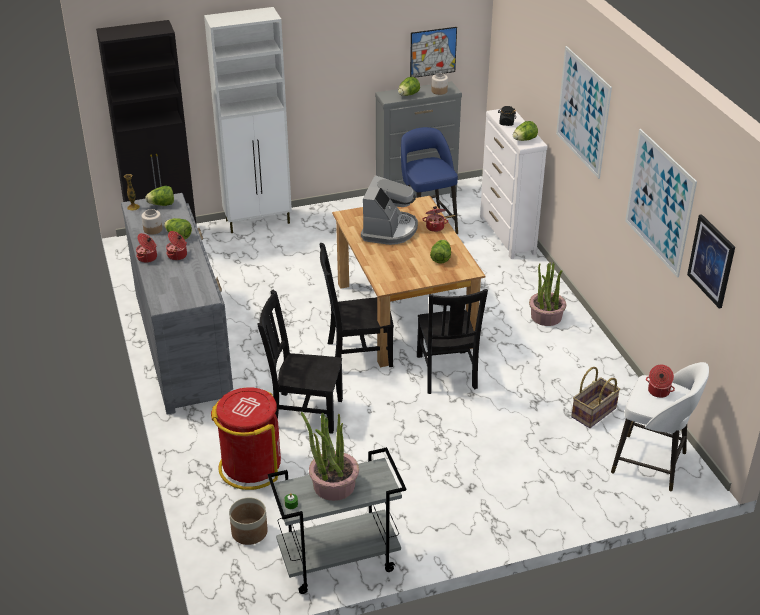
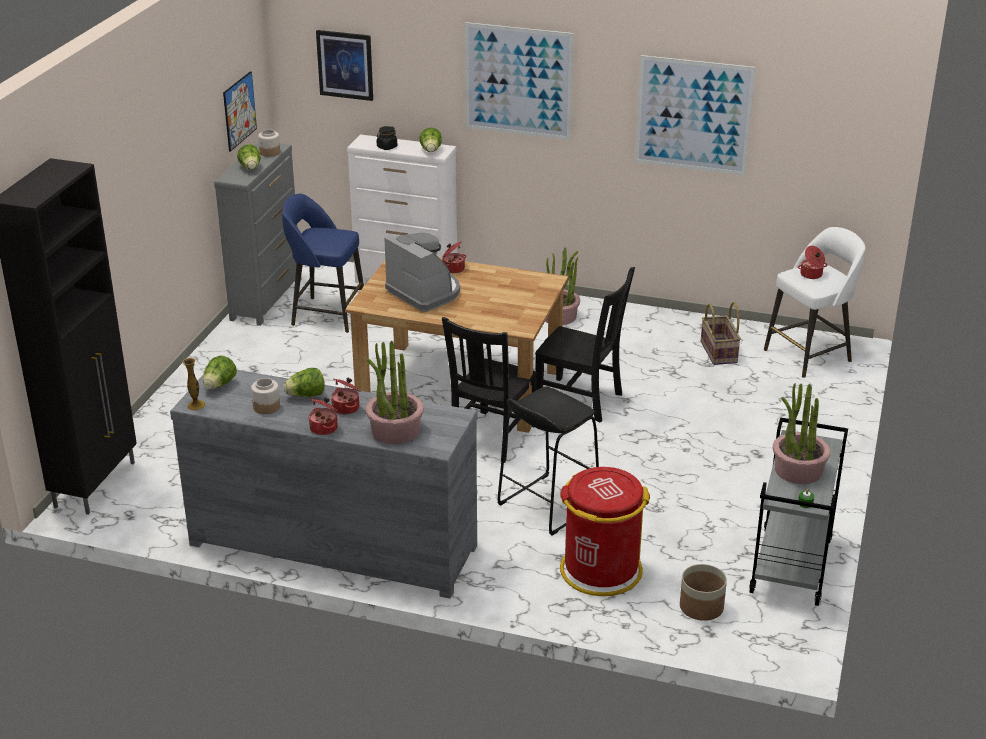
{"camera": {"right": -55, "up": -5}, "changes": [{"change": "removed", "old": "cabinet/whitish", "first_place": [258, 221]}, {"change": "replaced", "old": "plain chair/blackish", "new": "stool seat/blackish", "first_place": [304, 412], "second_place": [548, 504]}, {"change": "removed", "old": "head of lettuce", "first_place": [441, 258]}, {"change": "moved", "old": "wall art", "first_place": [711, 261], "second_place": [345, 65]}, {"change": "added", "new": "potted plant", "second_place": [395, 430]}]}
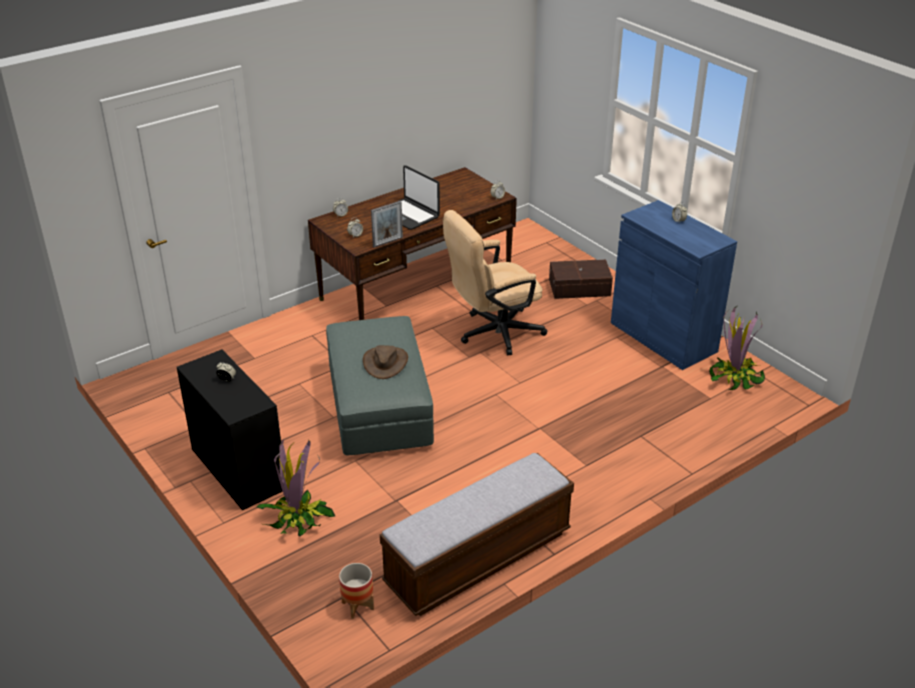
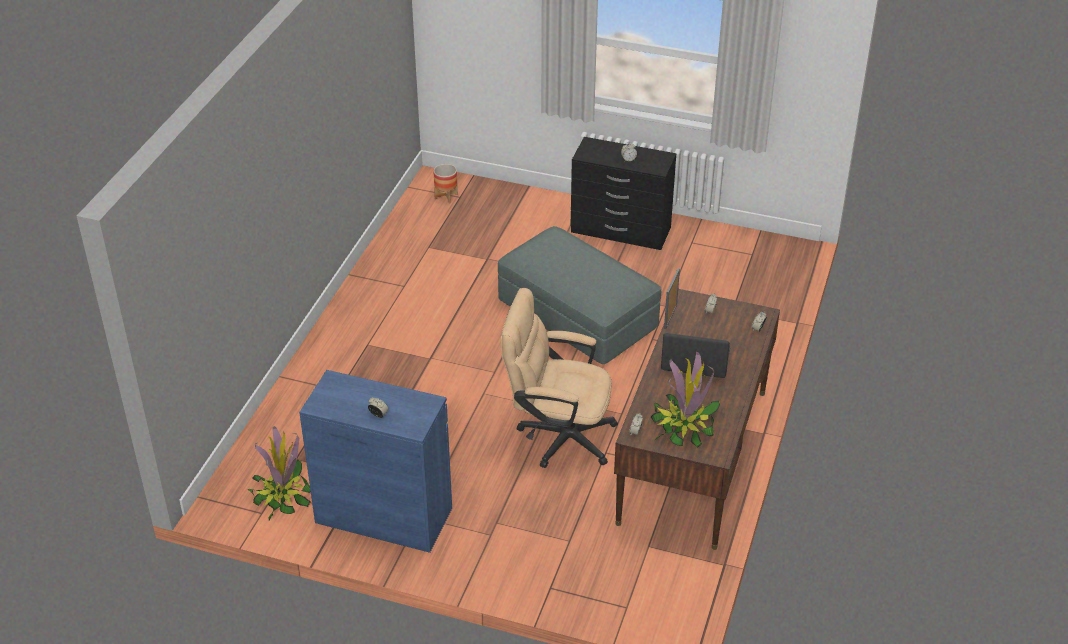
{"camera": {"right": 145, "up": 5}, "changes": [{"change": "moved", "old": "potted plant", "first_place": [297, 518], "second_place": [683, 426]}, {"change": "removed", "old": "wearable hat/brown", "first_place": [385, 363]}, {"change": "removed", "old": "indoor bench", "first_place": [478, 558]}, {"change": "turned", "old": "office chair/beige-coloured", "first_place": [493, 333], "second_place": [557, 435], "degrees": -105}, {"change": "removed", "old": "storage box/brown", "first_place": [580, 288]}]}
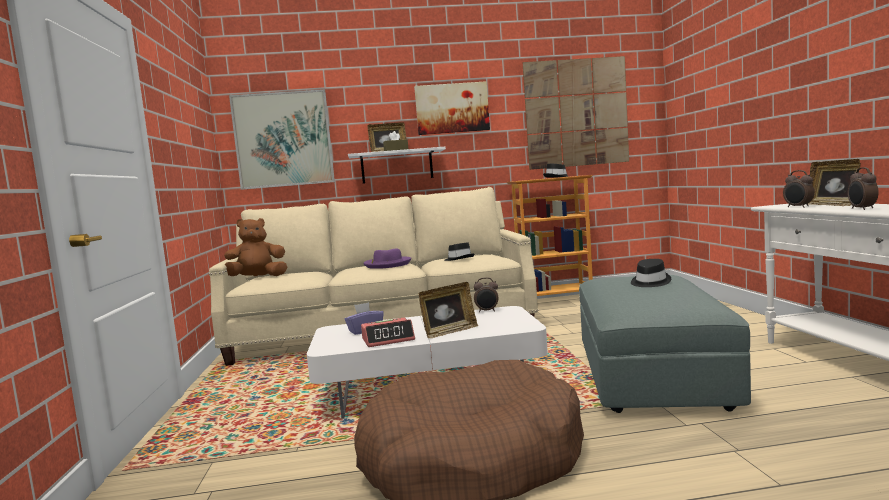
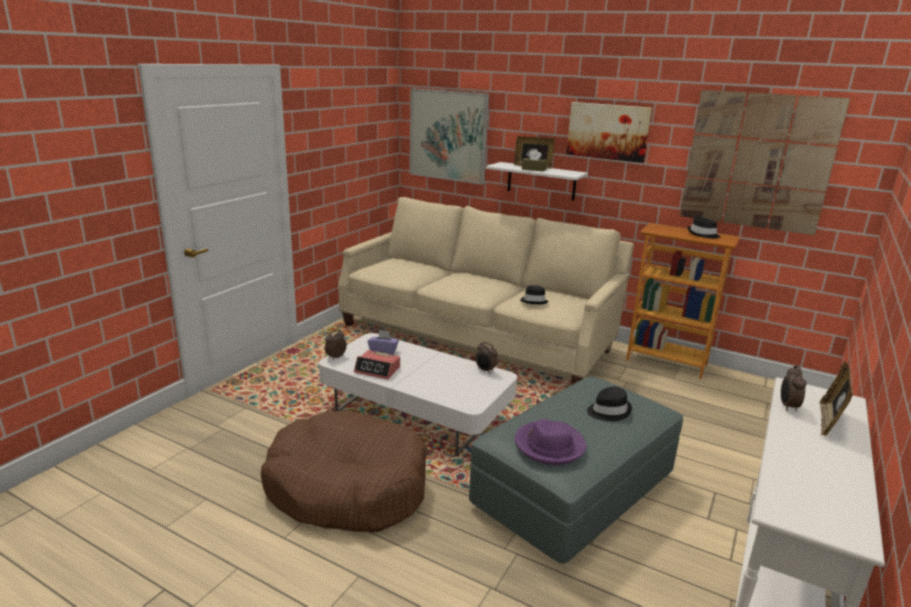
{"camera": {"right": 35, "up": 15}, "changes": [{"change": "removed", "old": "plush toy/brown", "first_place": [257, 278]}, {"change": "moved", "old": "wearable hat/purple-coloured", "first_place": [387, 265], "second_place": [549, 445]}, {"change": "removed", "old": "photo frame", "first_place": [449, 332]}, {"change": "moved", "old": "table clock", "first_place": [861, 209], "second_place": [335, 357]}]}
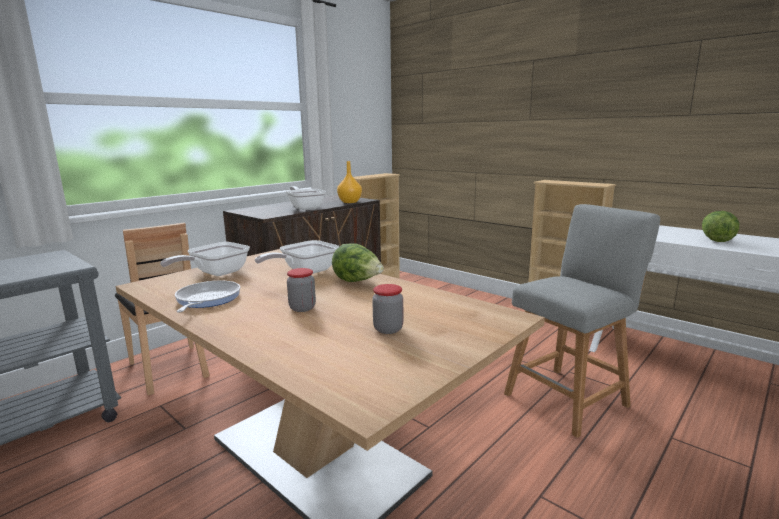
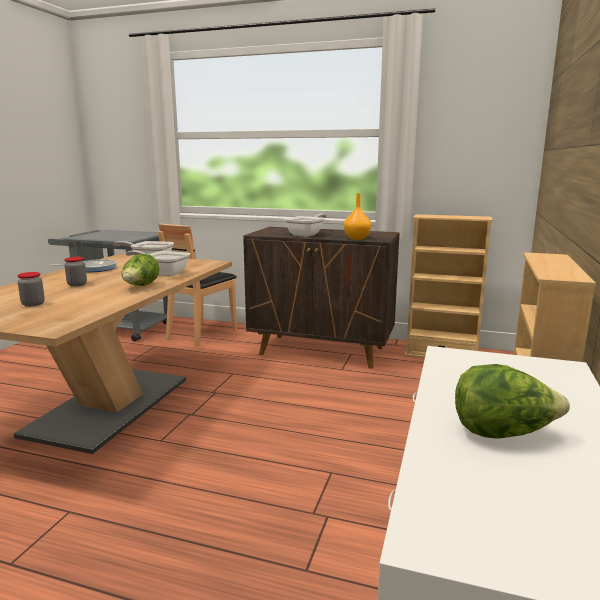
{"camera": {"right": 65, "up": 0}, "changes": [{"change": "removed", "old": "stool seat/greyish", "first_place": [569, 398]}]}
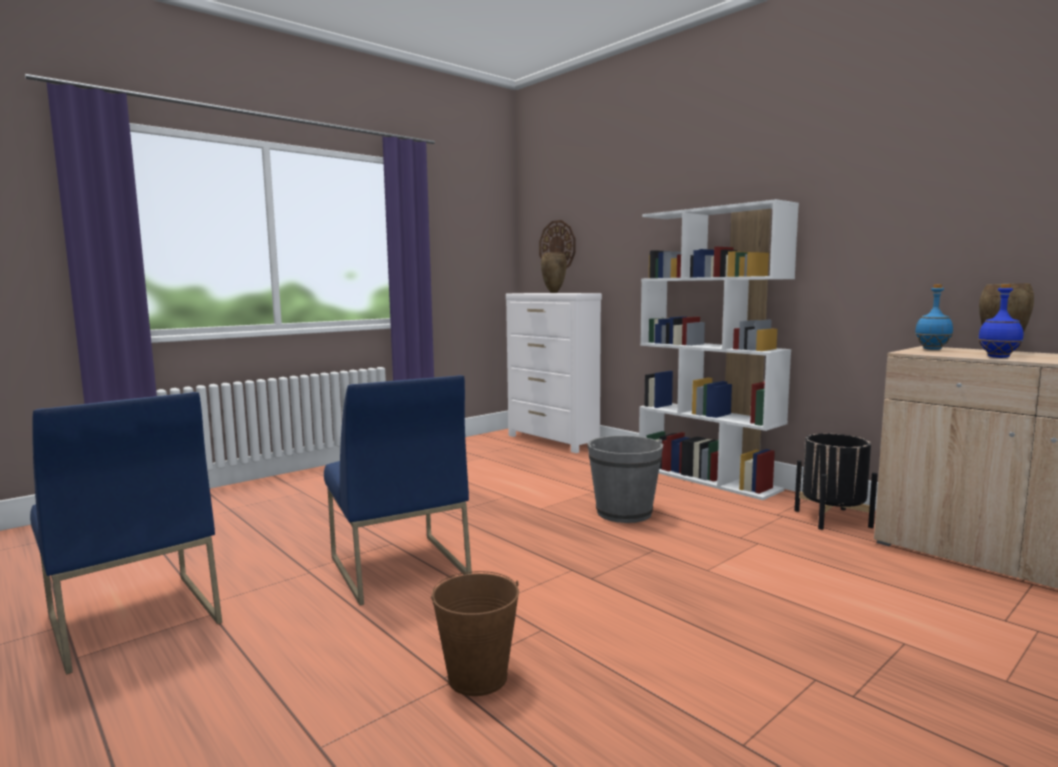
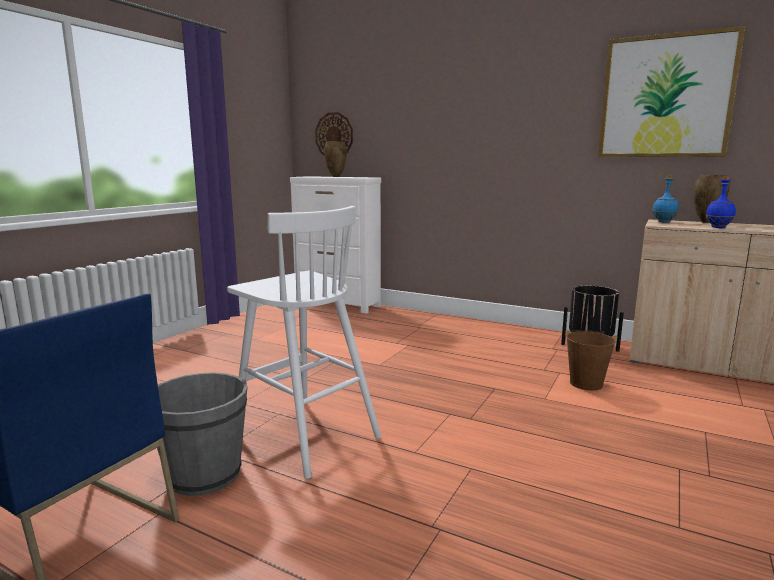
{"camera": {"right": -20, "up": 5}, "changes": [{"change": "replaced", "old": "plain chair/bluish", "new": "stool seat/whitish", "first_place": [397, 567], "second_place": [303, 435]}, {"change": "moved", "old": "bucket/brown", "first_place": [478, 677], "second_place": [586, 383]}, {"change": "moved", "old": "bucket/greyish", "first_place": [624, 513], "second_place": [204, 474]}, {"change": "removed", "old": "bookshelf/whitish", "first_place": [708, 478]}, {"change": "added", "new": "wall art", "second_place": [666, 97]}]}
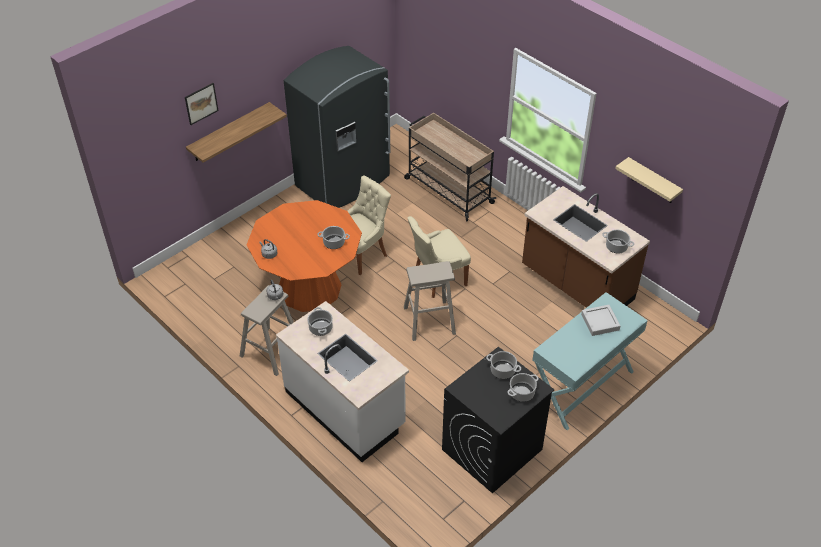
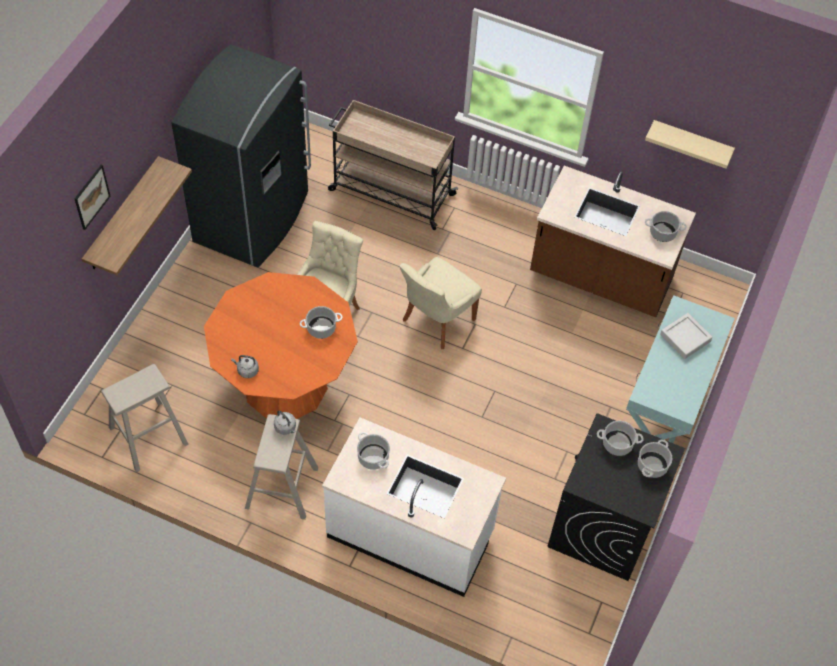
{"camera": {"right": -25, "up": 10}, "changes": [{"change": "moved", "old": "stool seat/beige-coloured", "first_place": [429, 320], "second_place": [148, 435]}]}
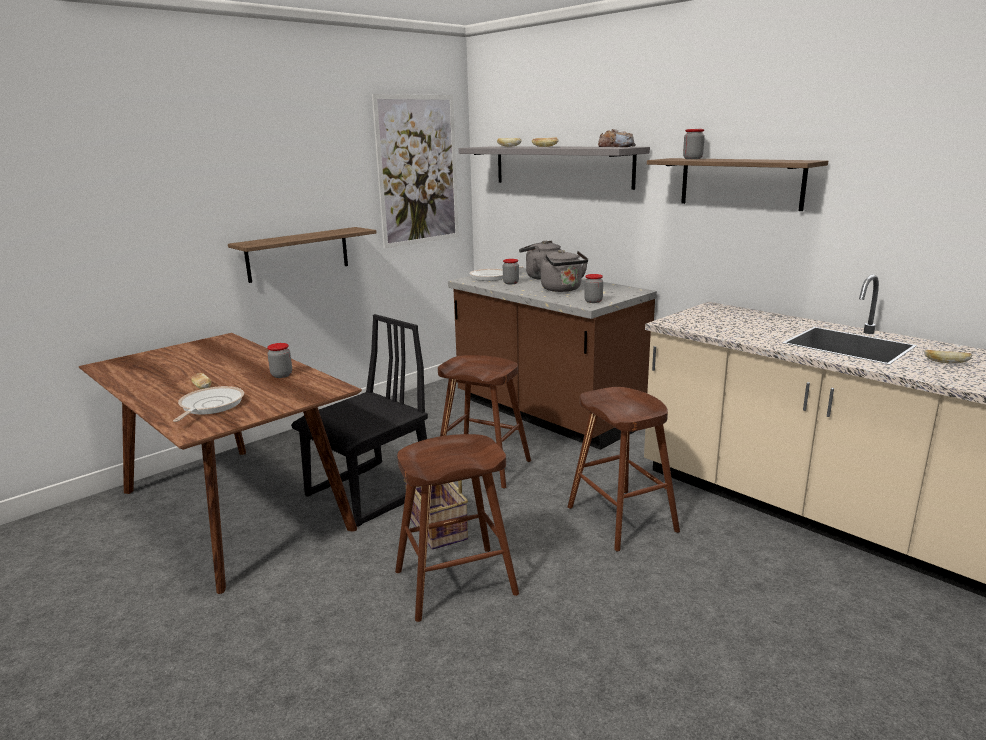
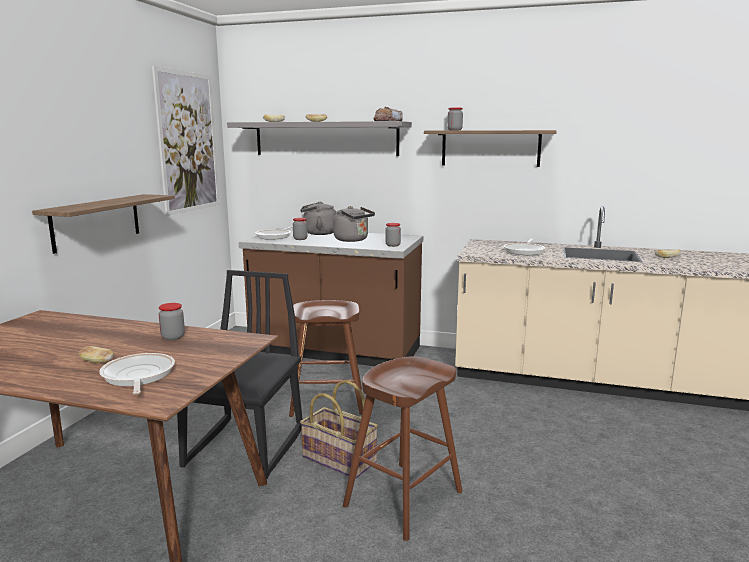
{"camera": {"right": -30, "up": -5}, "changes": [{"change": "removed", "old": "stool seat/brown", "first_place": [621, 519]}, {"change": "added", "new": "skillet", "second_place": [525, 251]}]}
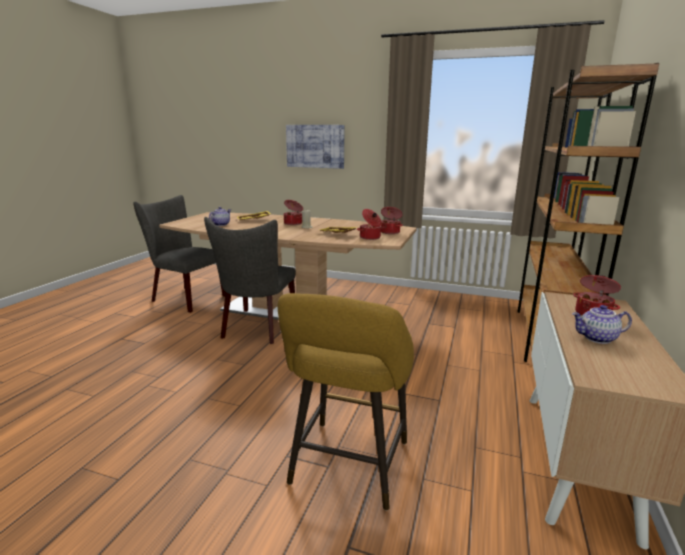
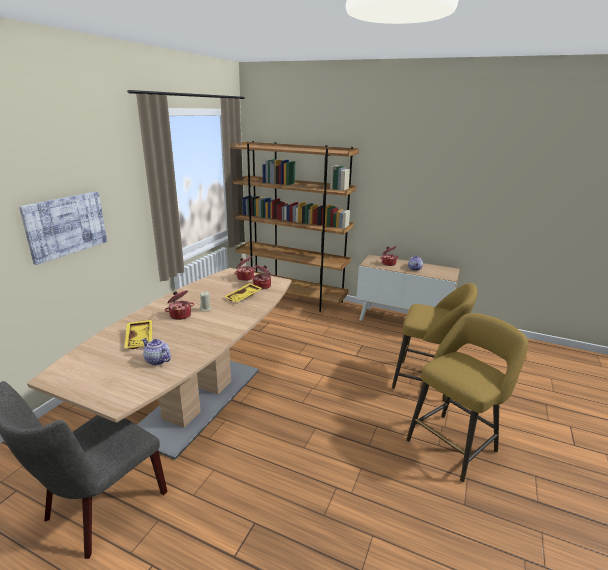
{"camera": {"right": -85, "up": 5}, "changes": [{"change": "removed", "old": "plain chair/greyish", "first_place": [257, 329]}, {"change": "added", "new": "stool seat/yellow-coloured", "second_place": [454, 443]}]}
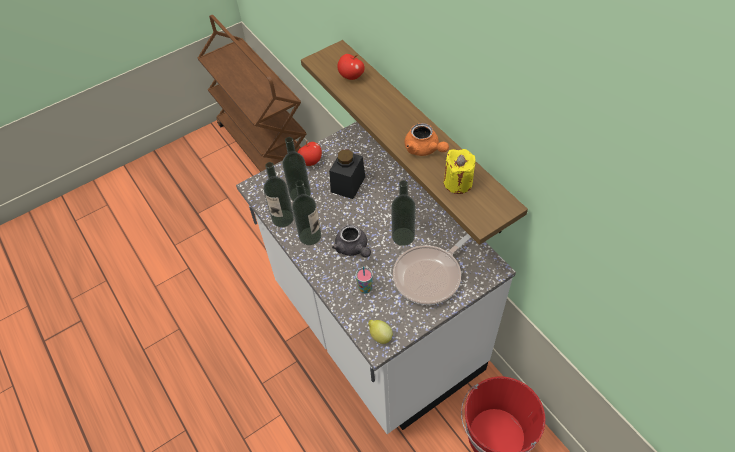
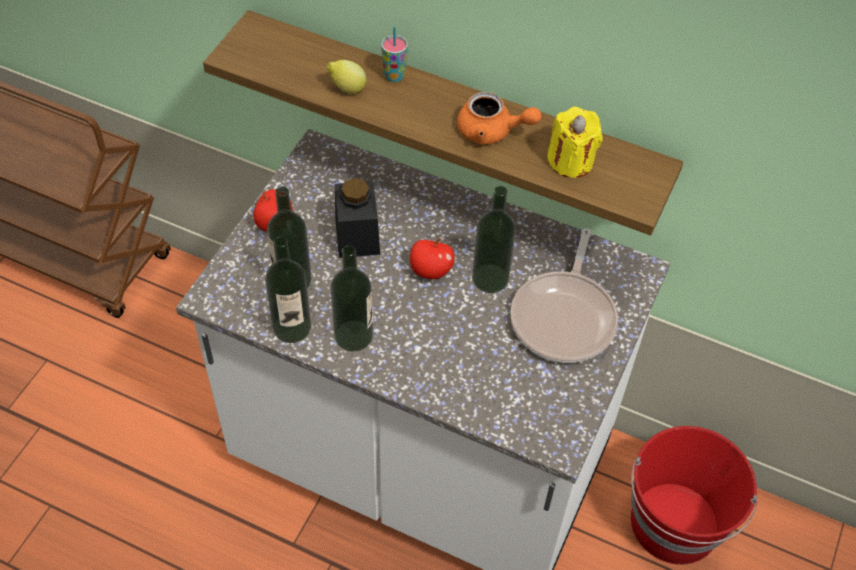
{"camera": {"right": -35, "up": 0}, "changes": [{"change": "removed", "old": "tea pot/greyish", "first_place": [353, 248]}, {"change": "moved", "old": "whole apple", "first_place": [351, 76], "second_place": [430, 271]}, {"change": "moved", "old": "small cup", "first_place": [365, 288], "second_place": [394, 76]}, {"change": "moved", "old": "citrus fruit", "first_place": [380, 336], "second_place": [347, 89]}]}
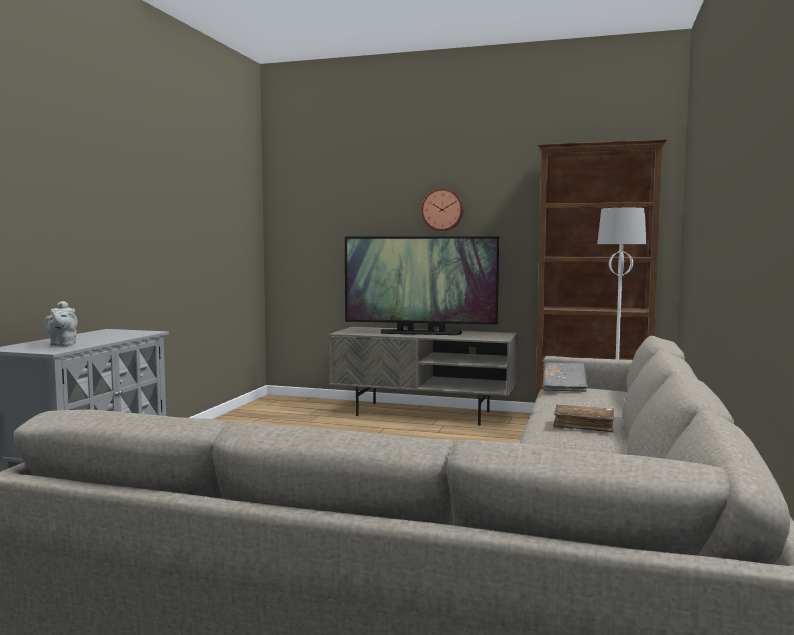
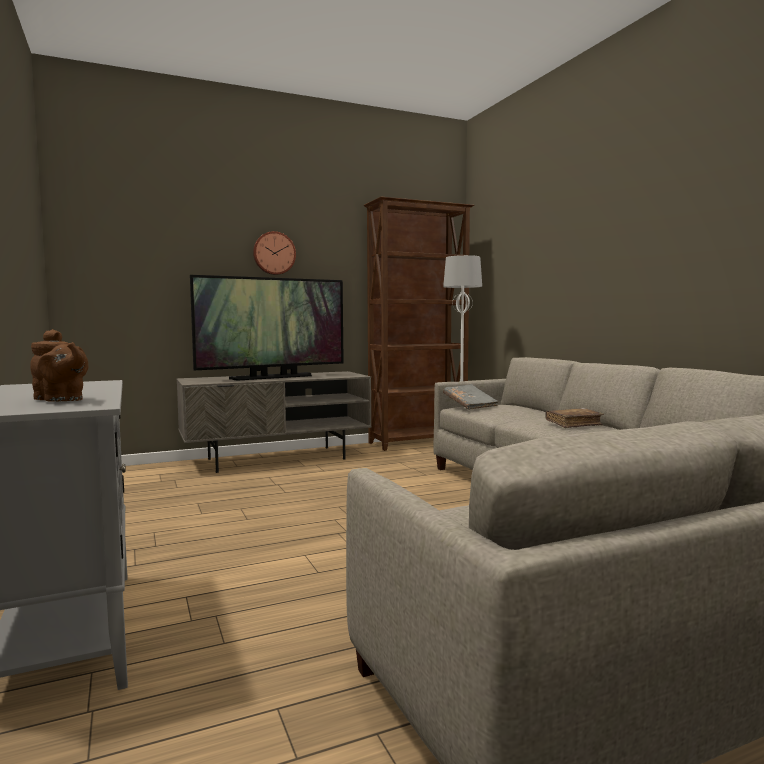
{"camera": {"right": -40, "up": 0}, "changes": [{"change": "recoloured", "old": "tea pot/greyish", "new": "tea pot/brown", "first_place": [62, 345], "second_place": [61, 400]}]}
